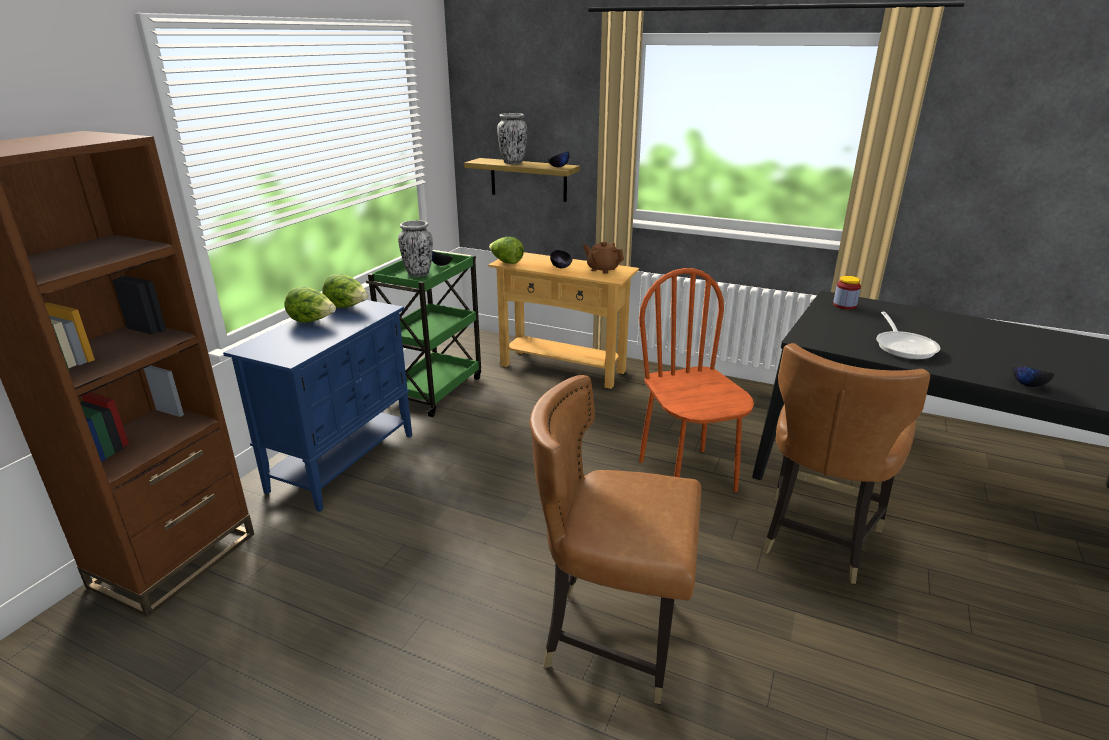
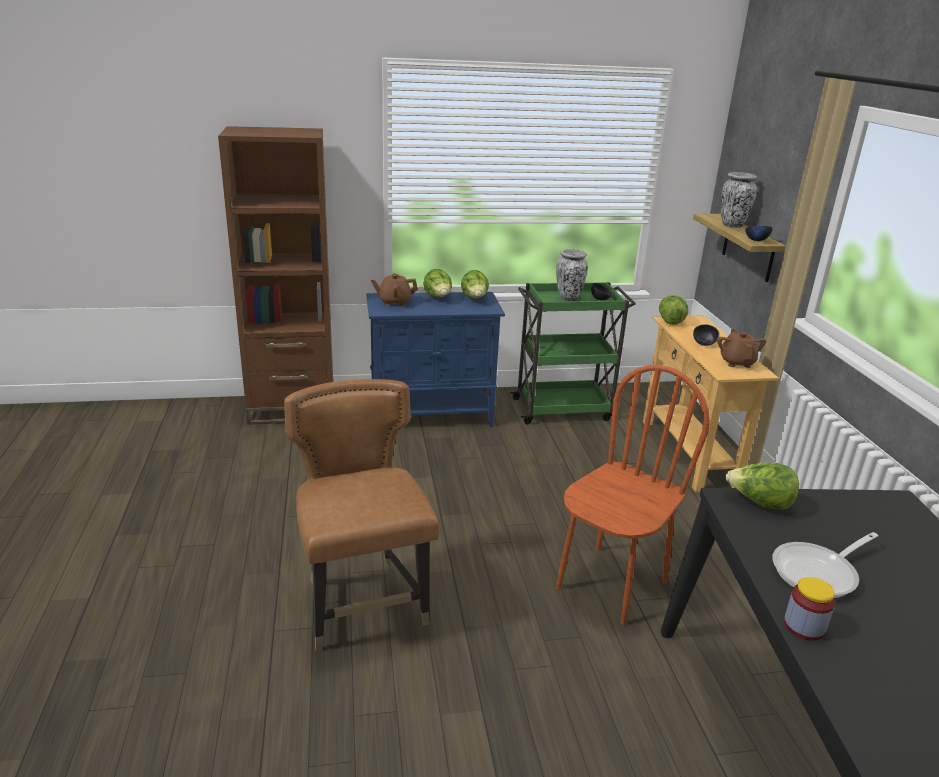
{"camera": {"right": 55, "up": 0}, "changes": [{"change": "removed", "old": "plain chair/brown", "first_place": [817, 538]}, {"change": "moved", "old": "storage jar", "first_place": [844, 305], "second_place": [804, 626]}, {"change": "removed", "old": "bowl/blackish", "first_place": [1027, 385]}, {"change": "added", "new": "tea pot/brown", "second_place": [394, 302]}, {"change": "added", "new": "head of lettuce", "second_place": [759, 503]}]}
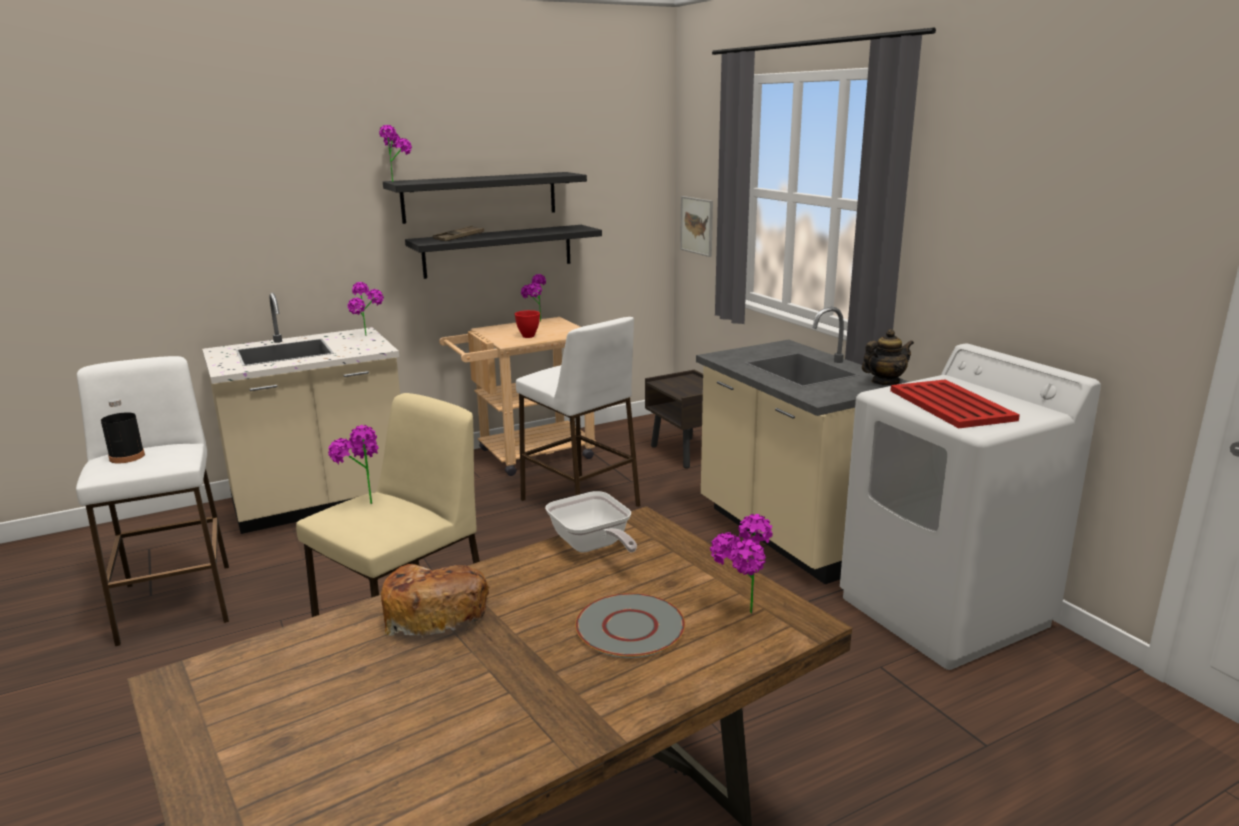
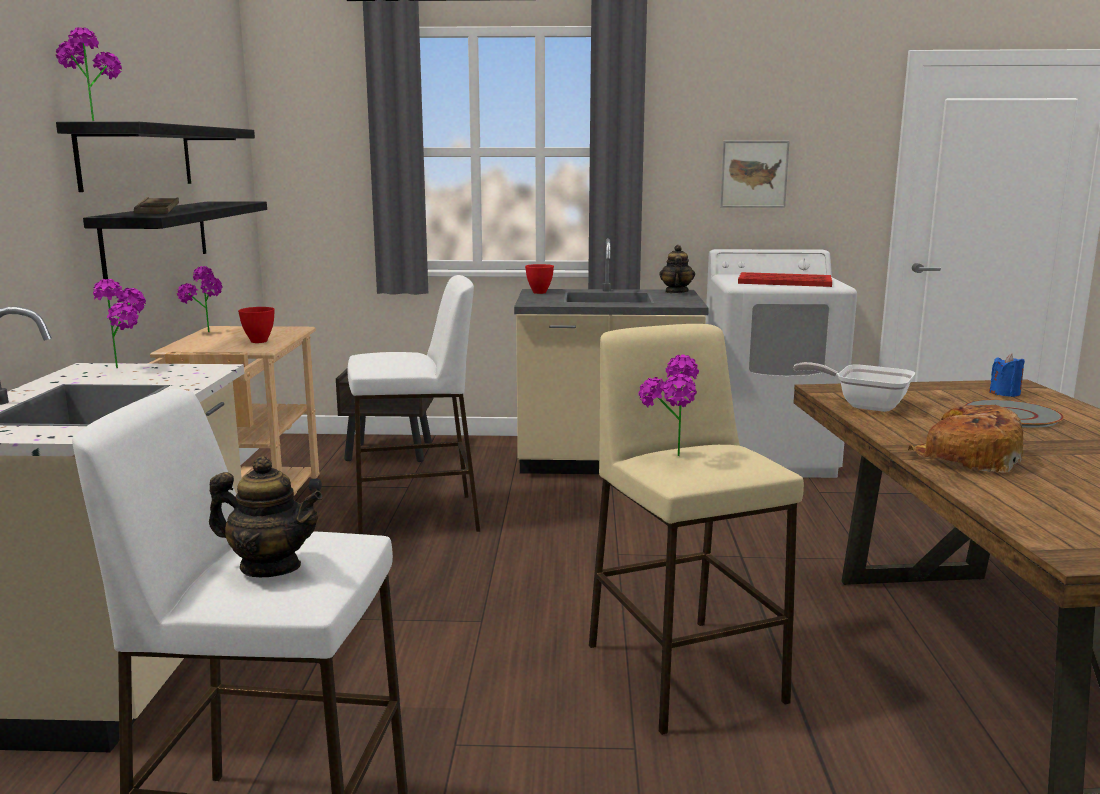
{"camera": {"right": -60, "up": -5}, "changes": [{"change": "replaced", "old": "drink bottle/blackish", "new": "tea pot", "first_place": [127, 457], "second_place": [270, 567]}, {"change": "turned", "old": "skillet", "first_place": [592, 546], "second_place": [864, 405], "degrees": -150}, {"change": "moved", "old": "wall art", "first_place": [697, 225], "second_place": [754, 174]}, {"change": "replaced", "old": "potted plant", "new": "wax light/bluish", "first_place": [740, 616], "second_place": [1005, 393]}, {"change": "added", "new": "bowl/red-coloured", "second_place": [539, 292]}]}
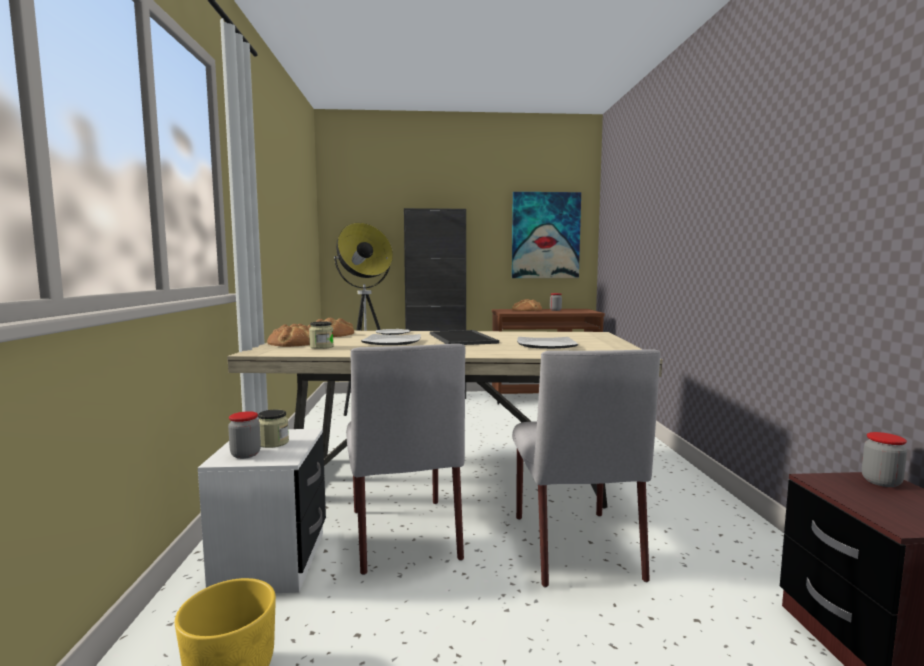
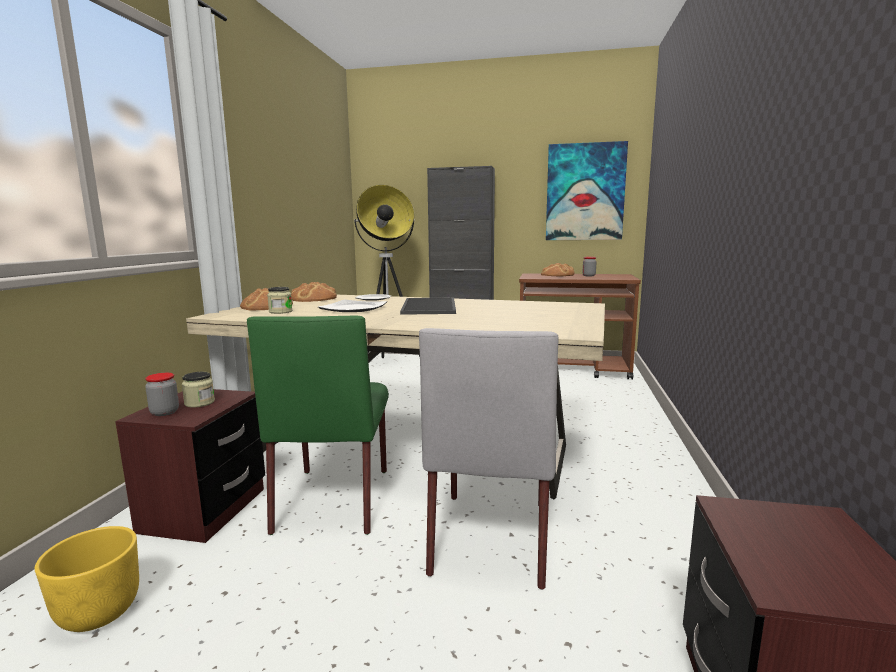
{"camera": {"right": 15, "up": 5}, "changes": [{"change": "recoloured", "old": "bedside table/whitish", "new": "bedside table/brown", "first_place": [272, 562], "second_place": [204, 510]}, {"change": "recoloured", "old": "plain chair/greyish", "new": "plain chair/green-coloured", "first_place": [403, 532], "second_place": [334, 498]}, {"change": "removed", "old": "plate", "first_place": [545, 345]}, {"change": "removed", "old": "storage jar", "first_place": [881, 482]}]}
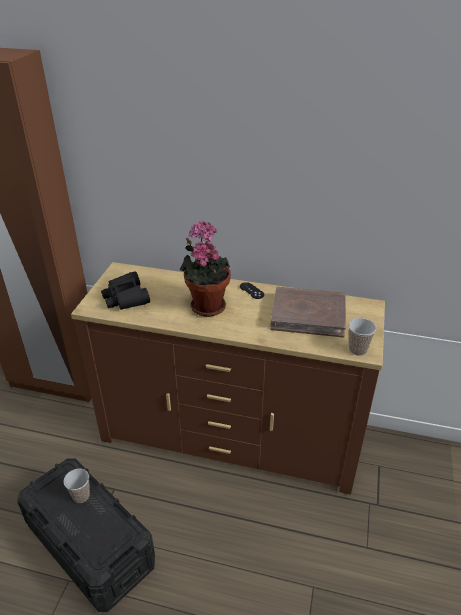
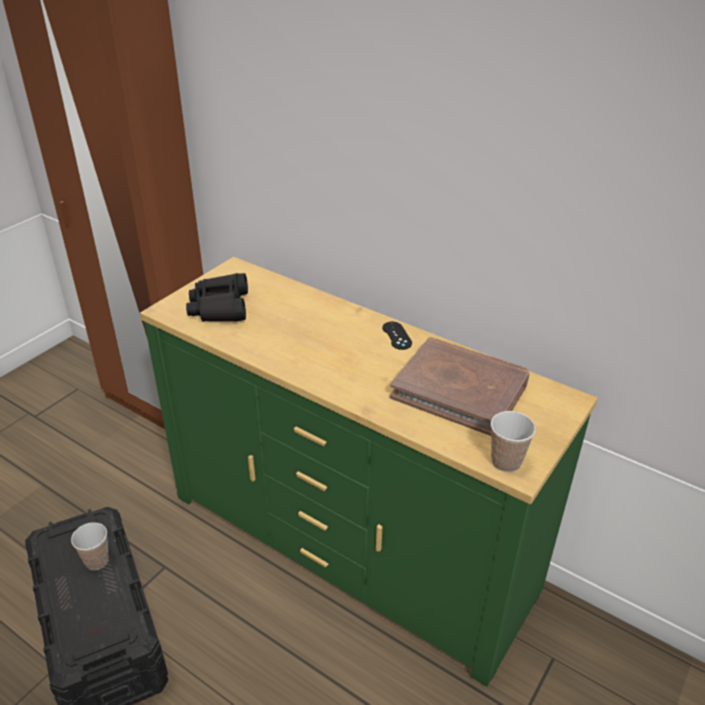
{"camera": {"right": 20, "up": 0}, "changes": [{"change": "recoloured", "old": "dresser/brown", "new": "dresser/green-coloured", "first_place": [230, 434], "second_place": [350, 541]}, {"change": "removed", "old": "potted plant", "first_place": [206, 305]}]}
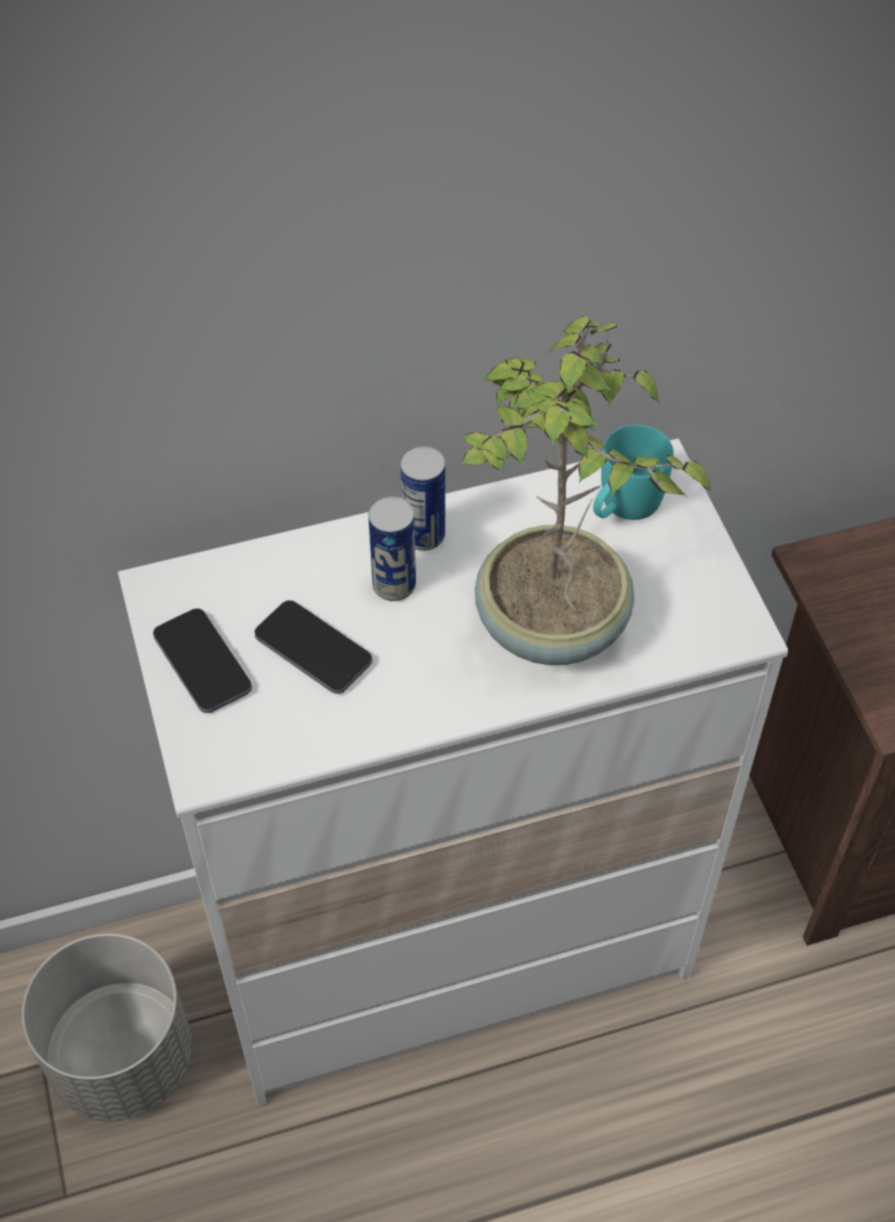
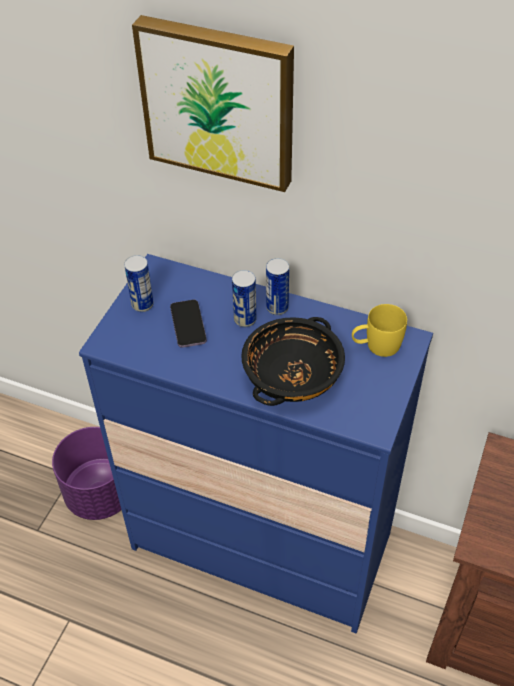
{"camera": {"right": 40, "up": -5}, "changes": [{"change": "recoloured", "old": "planter/greyish", "new": "planter/purple-coloured", "first_place": [122, 1056], "second_place": [100, 493]}, {"change": "recoloured", "old": "dresser/whitish", "new": "dresser/bluish", "first_place": [447, 946], "second_place": [261, 542]}, {"change": "replaced", "old": "telephone", "new": "sealed can", "first_place": [202, 663], "second_place": [142, 304]}, {"change": "replaced", "old": "potted plant", "new": "bowl/blackish", "first_place": [551, 627], "second_place": [292, 375]}, {"change": "recoloured", "old": "mug/blue-green", "new": "mug/yellow-coloured", "first_place": [623, 506], "second_place": [376, 346]}, {"change": "added", "new": "wall art", "second_place": [219, 101]}]}
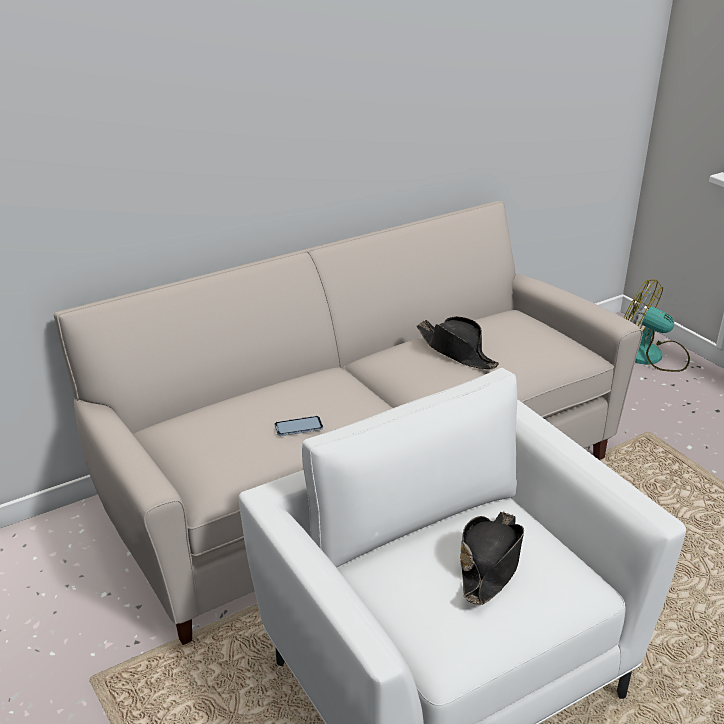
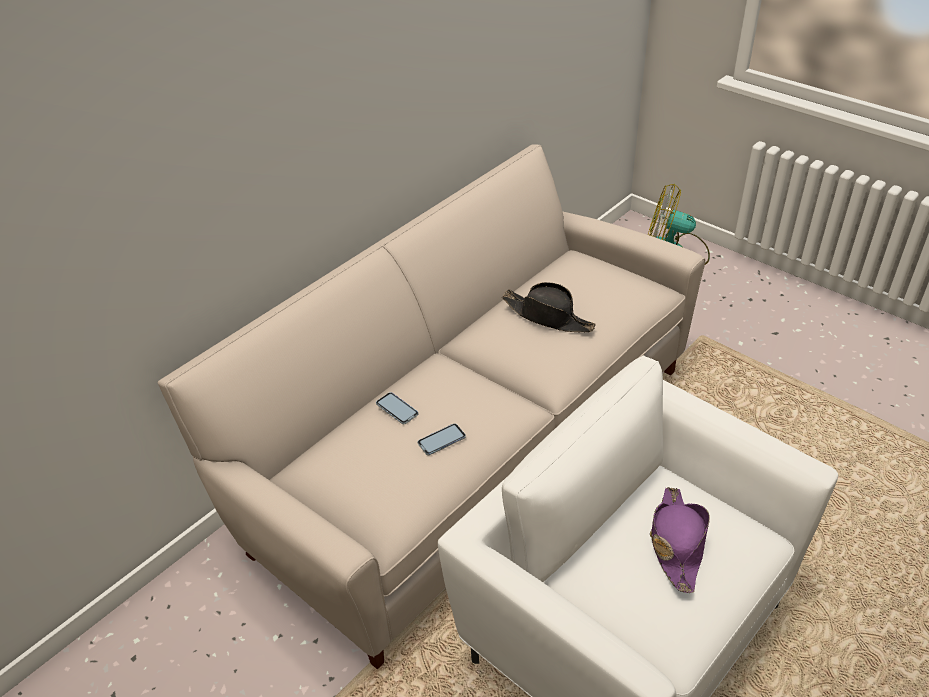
{"camera": {"right": -15, "up": 10}, "changes": [{"change": "recoloured", "old": "wearable hat/blackish", "new": "wearable hat/purple-coloured", "first_place": [490, 563], "second_place": [676, 543]}, {"change": "added", "new": "telephone", "second_place": [397, 409]}]}
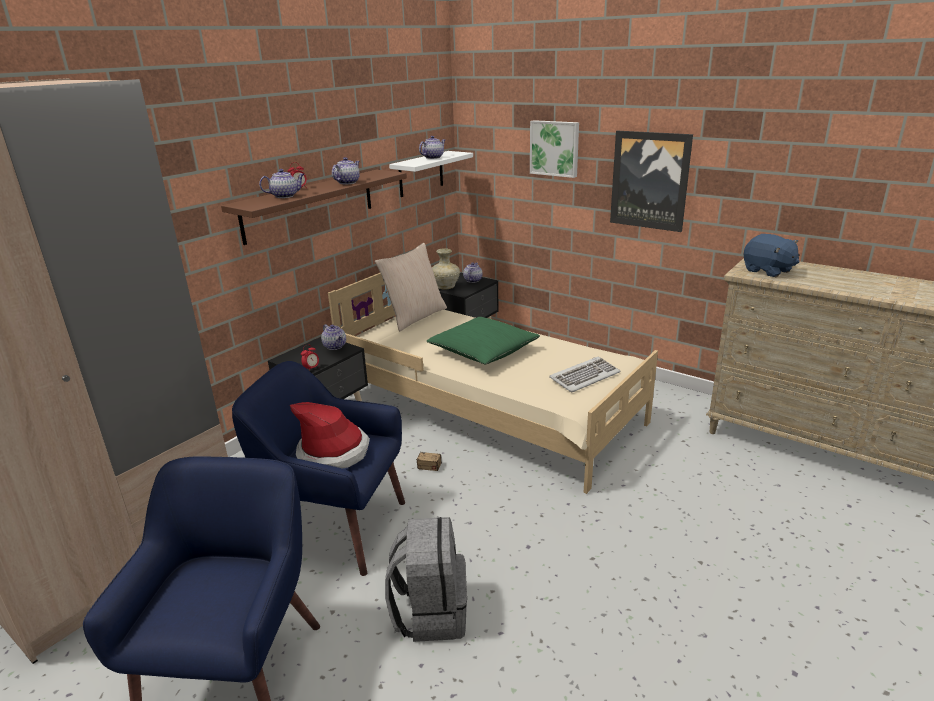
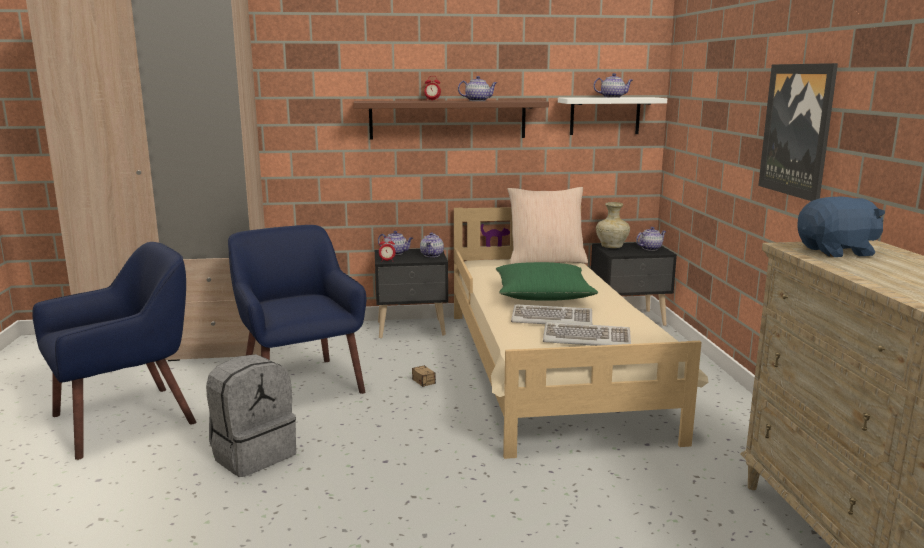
{"camera": {"right": 45, "up": -10}, "changes": [{"change": "moved", "old": "tea pot", "first_place": [285, 196], "second_place": [396, 253]}, {"change": "removed", "old": "wearable hat", "first_place": [333, 453]}, {"change": "removed", "old": "wall art", "first_place": [555, 148]}, {"change": "turned", "old": "plush toy/bluish", "first_place": [768, 271], "second_place": [837, 252], "degrees": -105}, {"change": "added", "new": "computer keyboard", "second_place": [552, 319]}]}
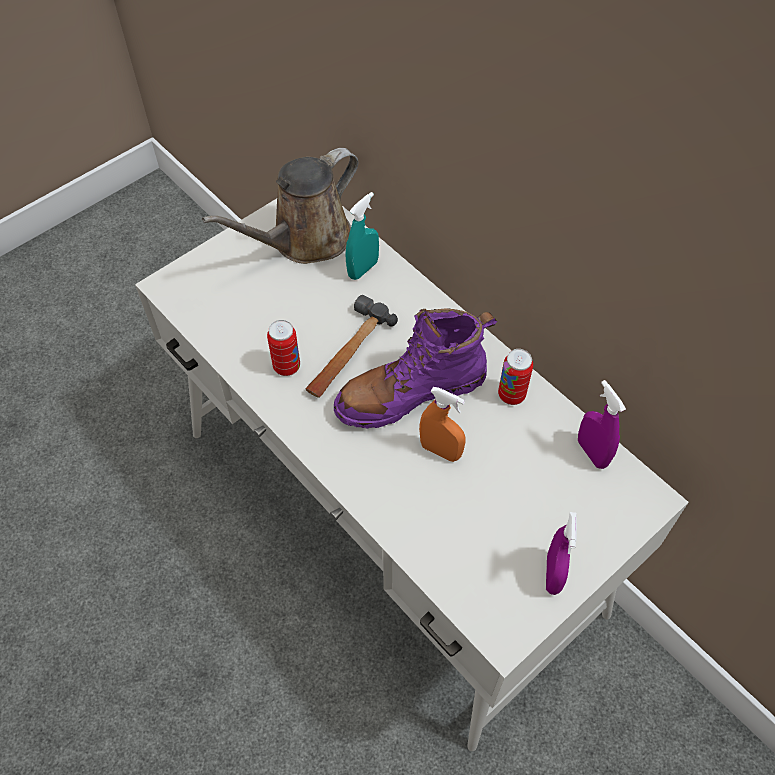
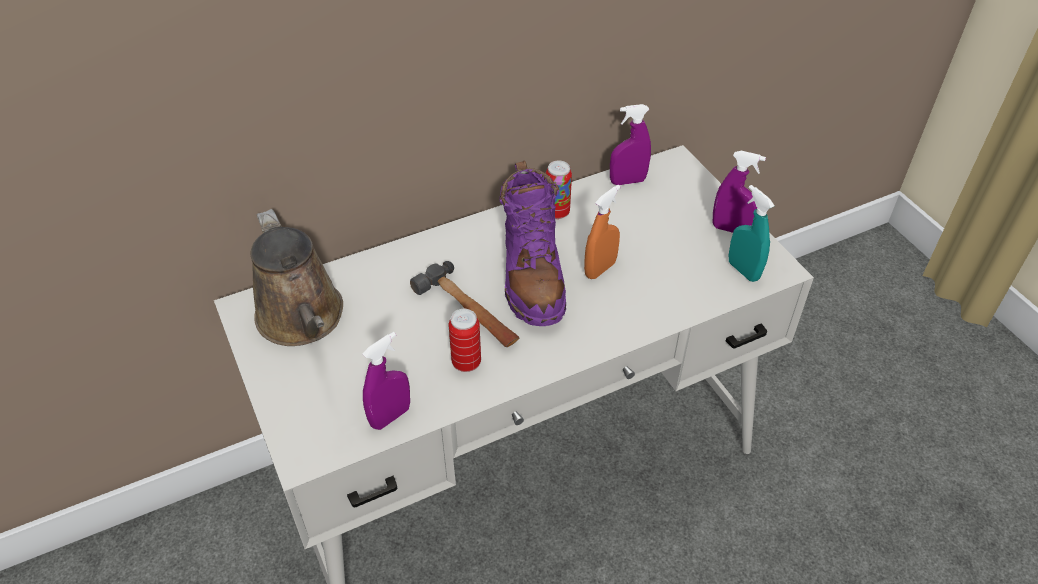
{"camera": {"right": -75, "up": -10}, "changes": [{"change": "moved", "old": "hand sprayer/blue-green", "first_place": [363, 269], "second_place": [743, 270]}, {"change": "added", "new": "hand sprayer/purple-coloured", "second_place": [390, 416]}]}
